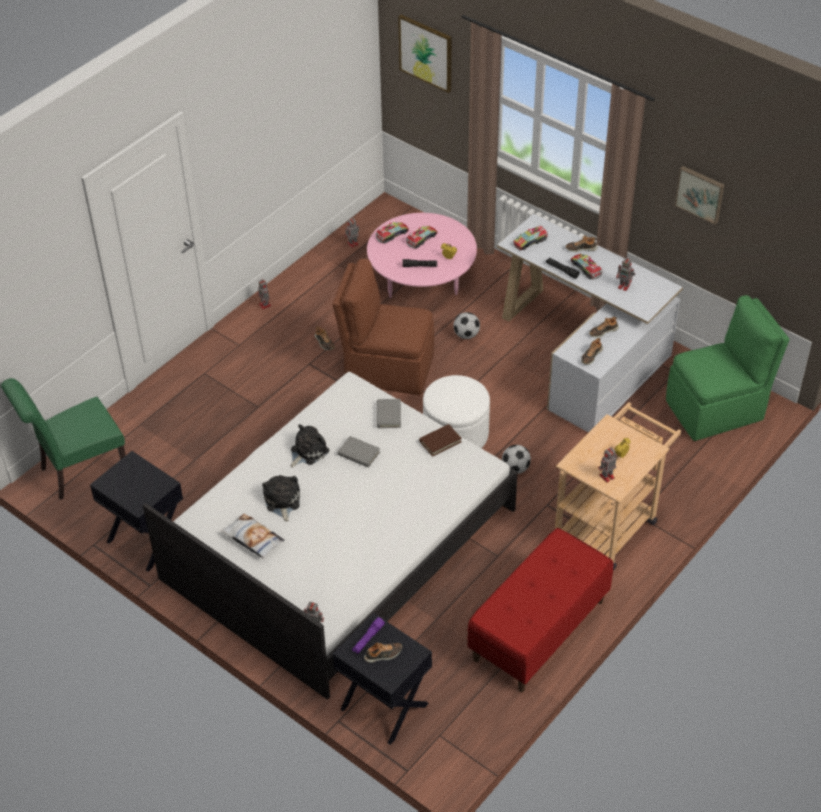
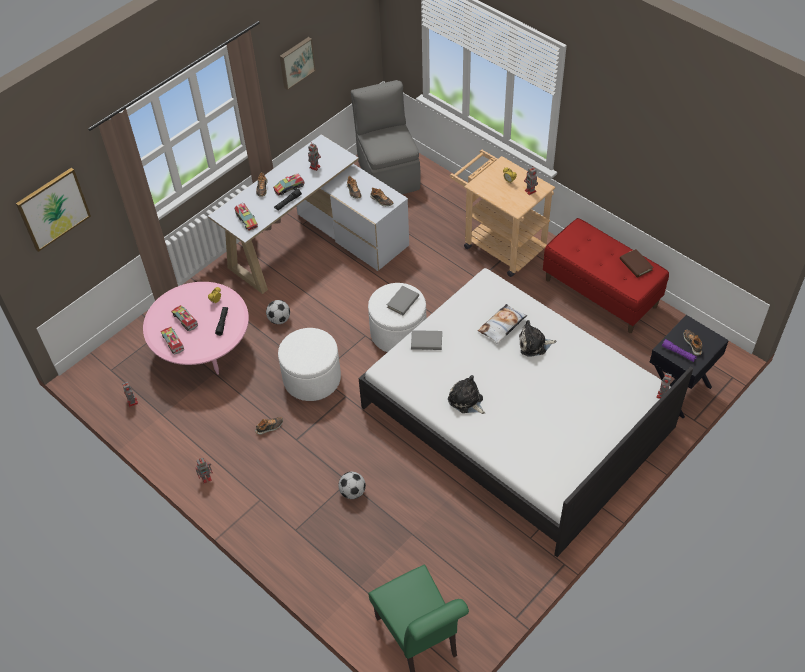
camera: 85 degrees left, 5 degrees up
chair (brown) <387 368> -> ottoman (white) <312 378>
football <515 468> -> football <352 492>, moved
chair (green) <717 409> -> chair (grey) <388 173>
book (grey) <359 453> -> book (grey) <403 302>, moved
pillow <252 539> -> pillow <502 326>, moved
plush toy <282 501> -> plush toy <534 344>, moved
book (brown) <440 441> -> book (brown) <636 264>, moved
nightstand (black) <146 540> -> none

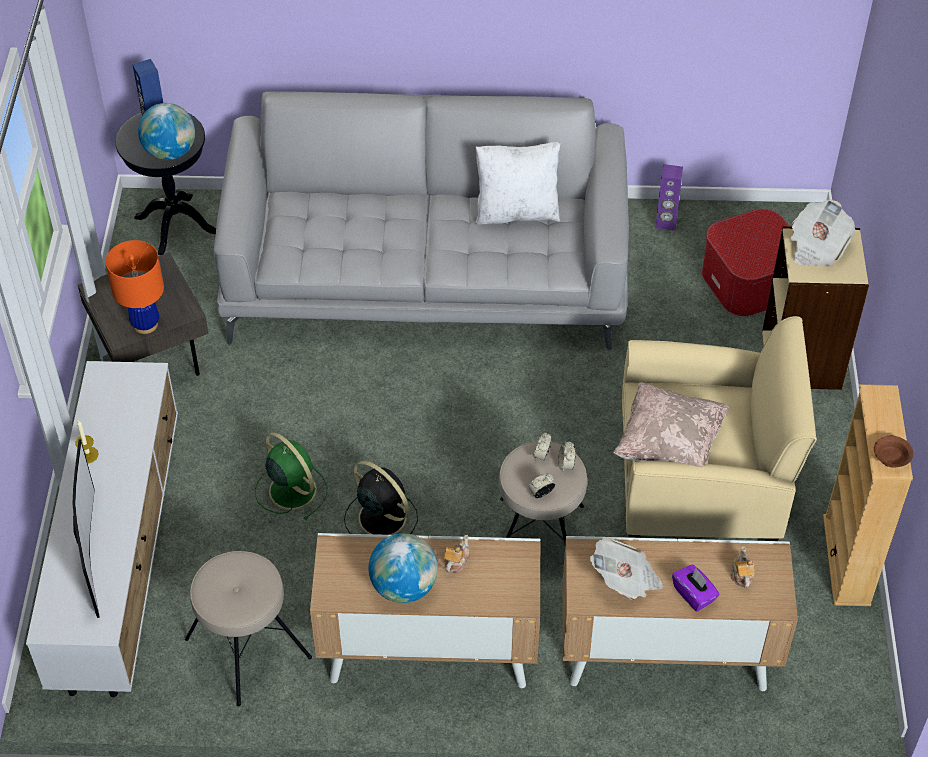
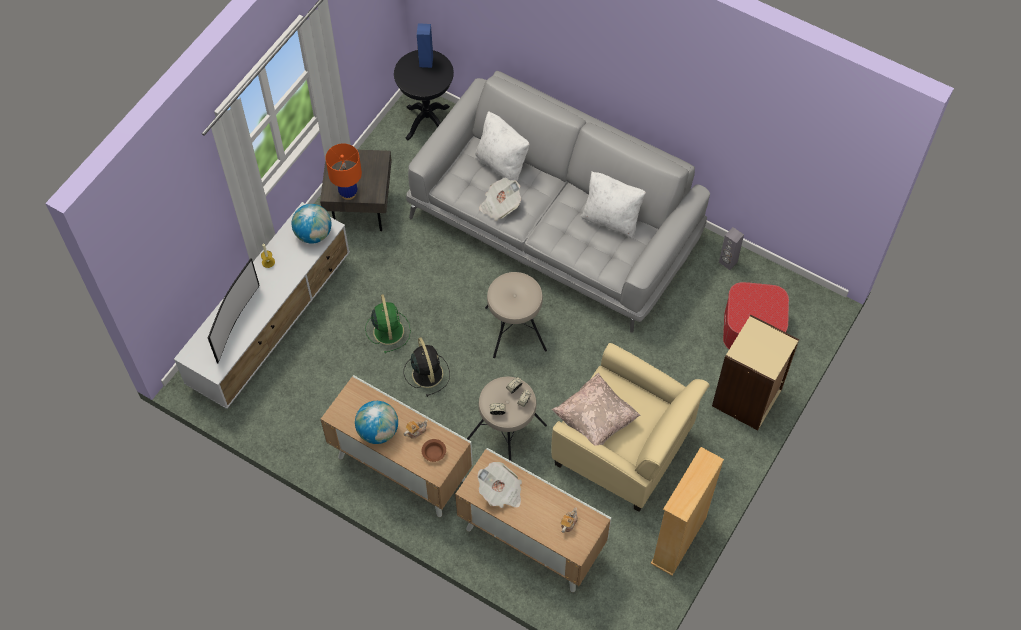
camera: 30 degrees right, 10 degrees up
globe <170 152> -> globe <313 234>, moved
bowl (brown) <891 457> -> bowl (brown) <434 452>, moved
none -> pillow (white) <502 164>
newspaper <817 247> -> newspaper <500 205>, moved
stool (beige) <247 649> -> stool (beige) <514 329>, moved
speaker (purple) <666 223> -> speaker (grey) <728 262>
tissue box (purple) <694 595> -> none

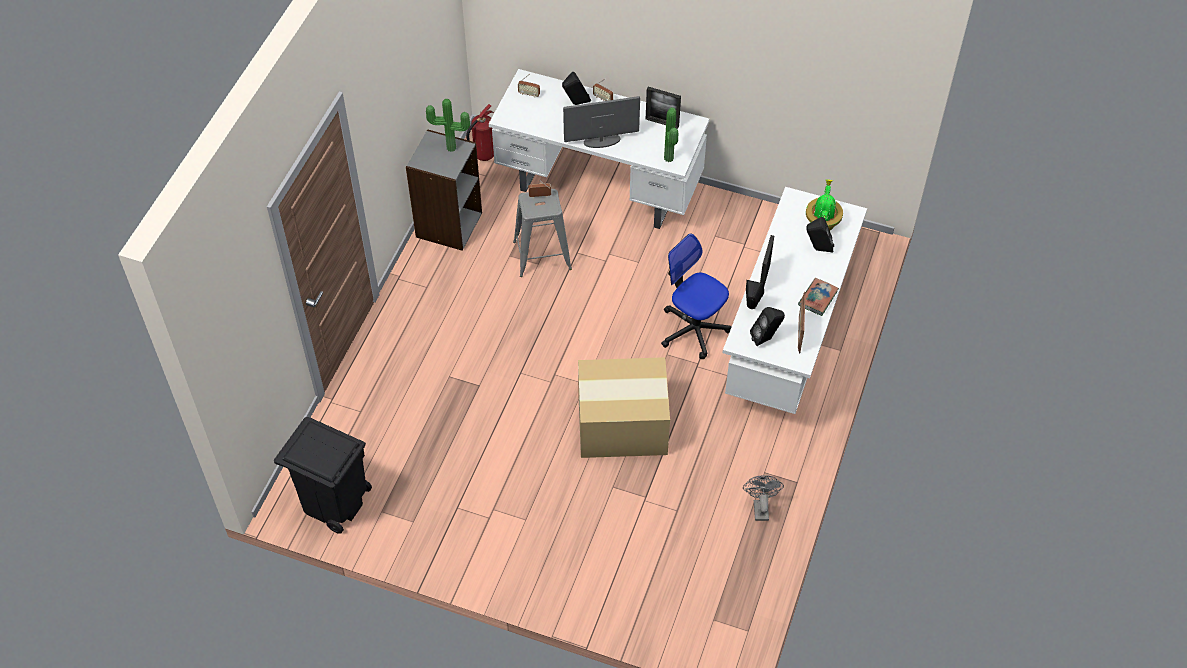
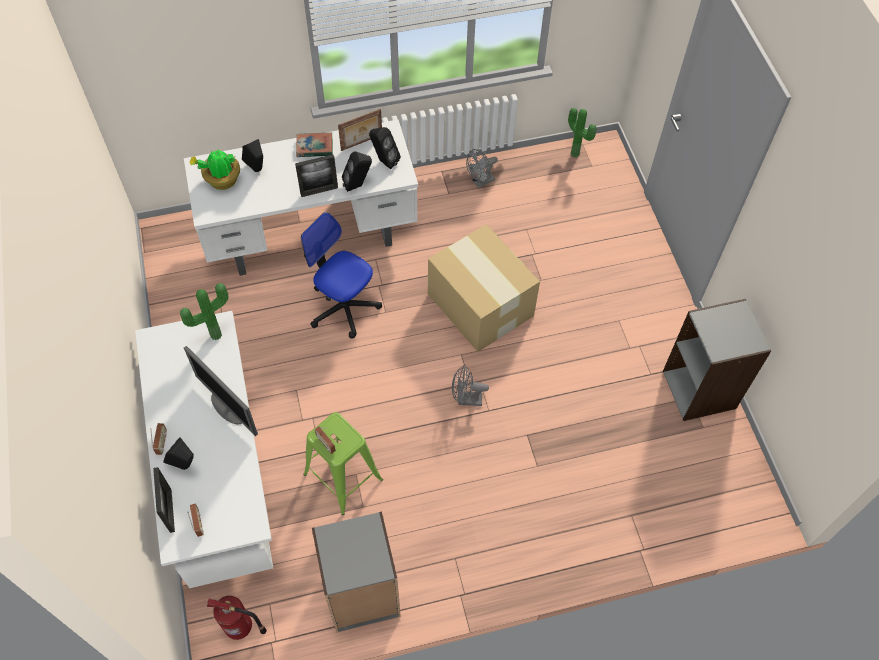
camera: 125 degrees left, 5 degrees up
picture frame <662 122> -> picture frame <170 510>, moved
office chair <693 329> -> office chair <344 307>, 120 degrees clockwise
stool (grey) <542 255> -> stool (green) <342 476>
none -> fan (grey) <466 400>
potted plant <451 149> -> potted plant <576 153>, moved
none -> bookcase (grey) <700 389>
trash can (black) <334 502> -> none

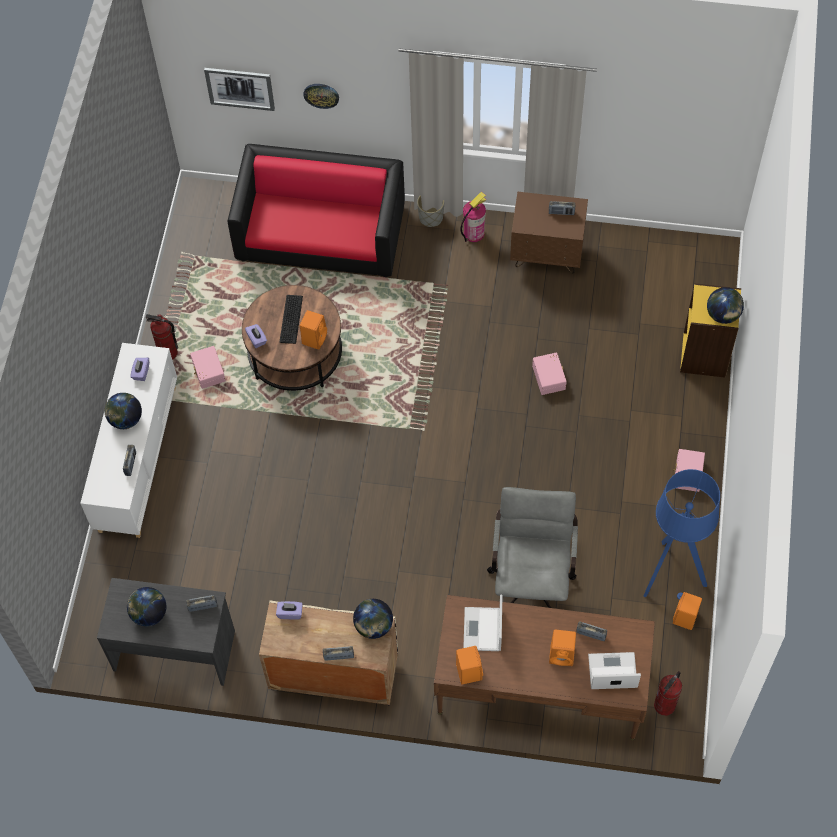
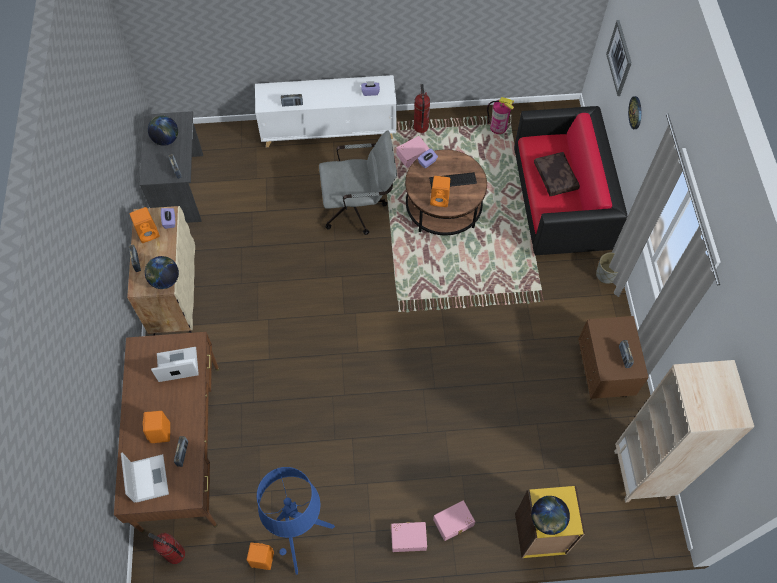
camera: 75 degrees right, 0 degrees up
speaker (orange) <468 670> -> speaker (orange) <149 233>, moved
office chair (grey) <532 578> -> office chair (grey) <359 208>, moved
storage box (pink) <549 377> -> storage box (pink) <454 523>, moved
fire extinguisher <473 233> -> fire extinguisher <498 128>, moved
none -> pillow (brown) <556 177>
none -> bookcase (beige) <641 474>
globe <126 419> -> none

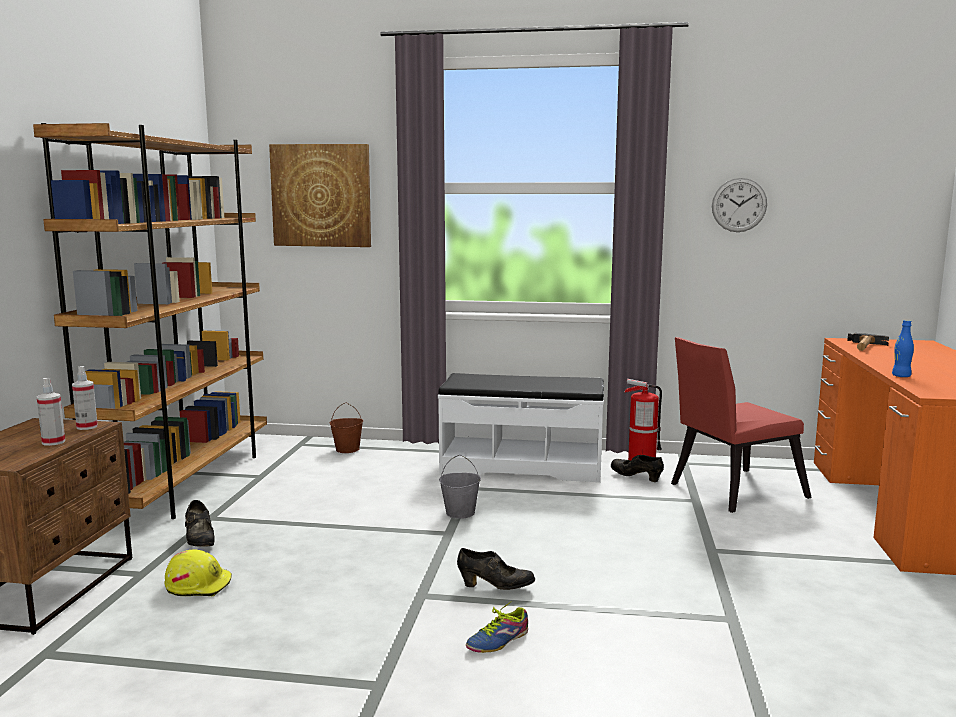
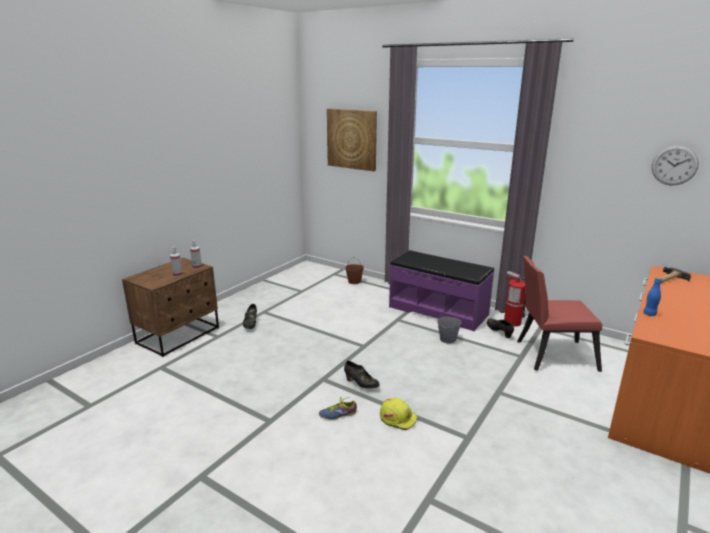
camera: 25 degrees right, 10 degrees up
hard hat (yellow) <199 585> -> hard hat (yellow) <398 418>, moved
bench (white) <522 466> -> bench (purple) <438 310>
bucket (grey) <460 513> -> bucket (grey) <448 339>, moved
wall clock <739 205> -> wall clock <674 165>, moved
bookcase (brown) <186 482> -> none

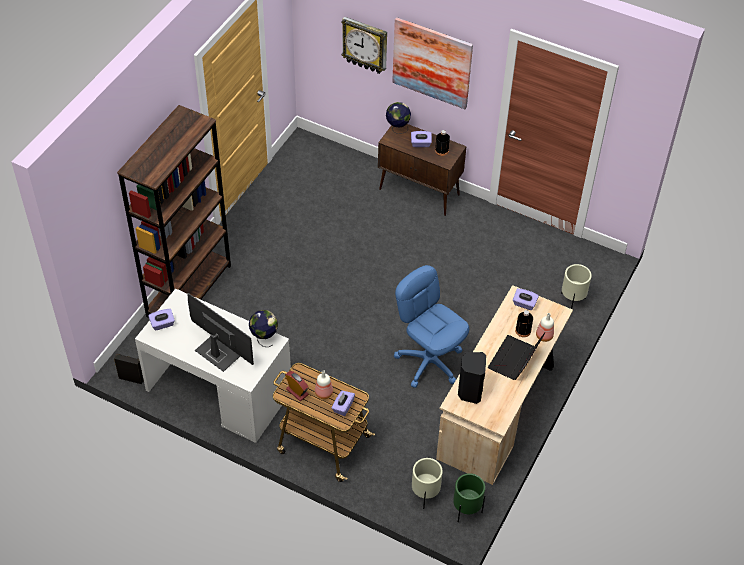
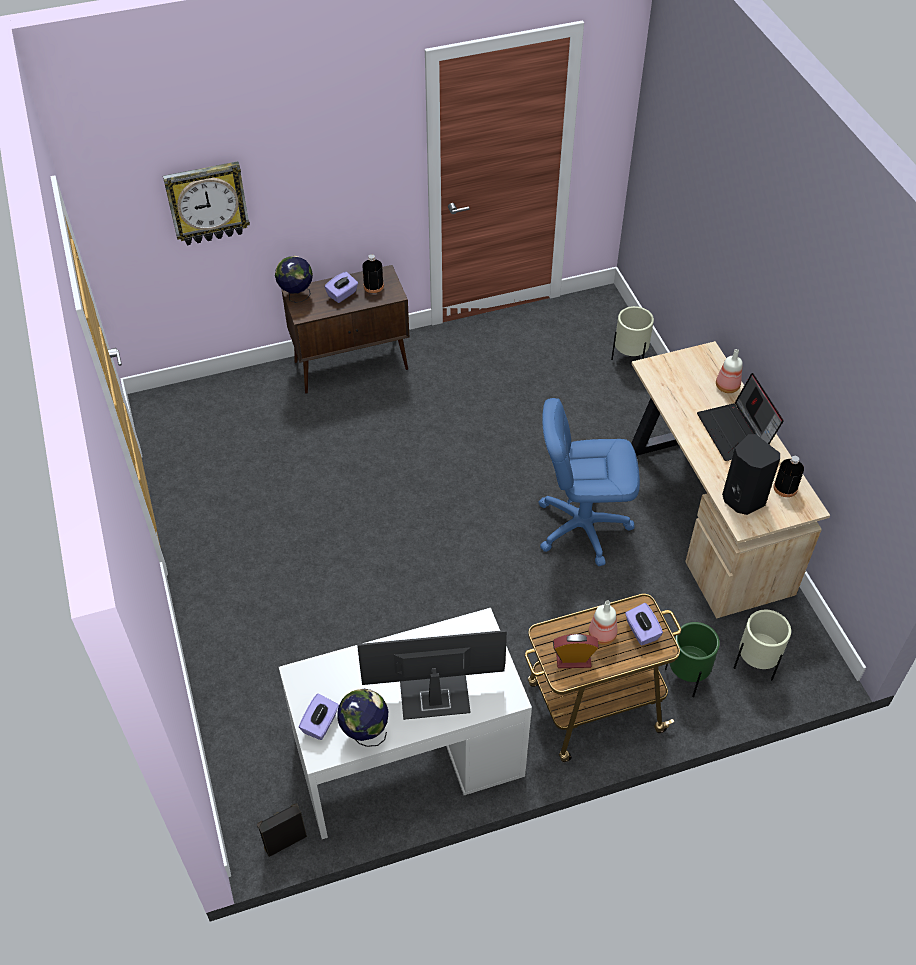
camera: 45 degrees left, 0 degrees up
globe <264 338> -> globe <365 733>, moved
planter (green) <466 511> -> planter (green) <686 677>, moved
bottle (black) <523 330> -> bottle (black) <785 488>, moved
bookcase (brown) <189 290> -> none
picture <432 62> -> none
tissue box (purple) <524 304> -> none

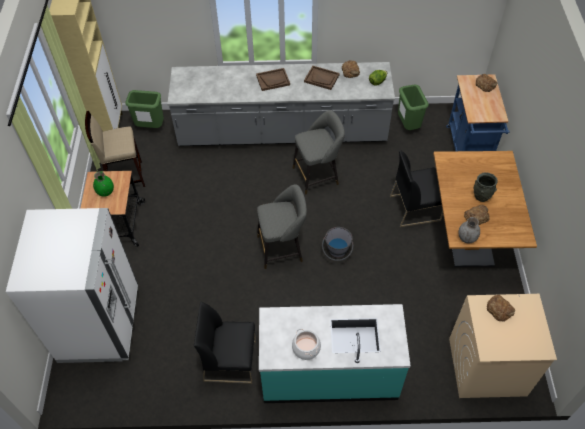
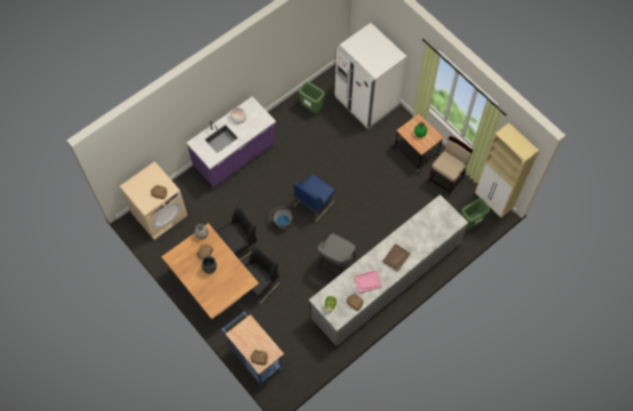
camera: 140 degrees right, 10 degrees up
counter (turquoise) <329 373> -> counter (purple) <235 157>
chair (black) <230 360> -> chair (black) <238 245>, moved
stool (grey) <282 248> -> chair (blue) <314 203>
trash can (green) <407 125> -> trash can (green) <312 108>, moved
tray (brown) <321 78> -> tray (pink) <367 282>

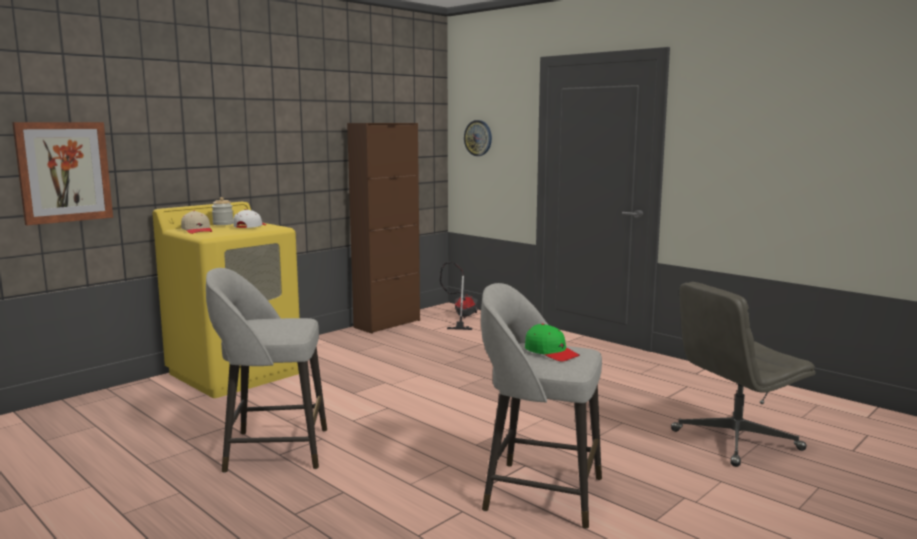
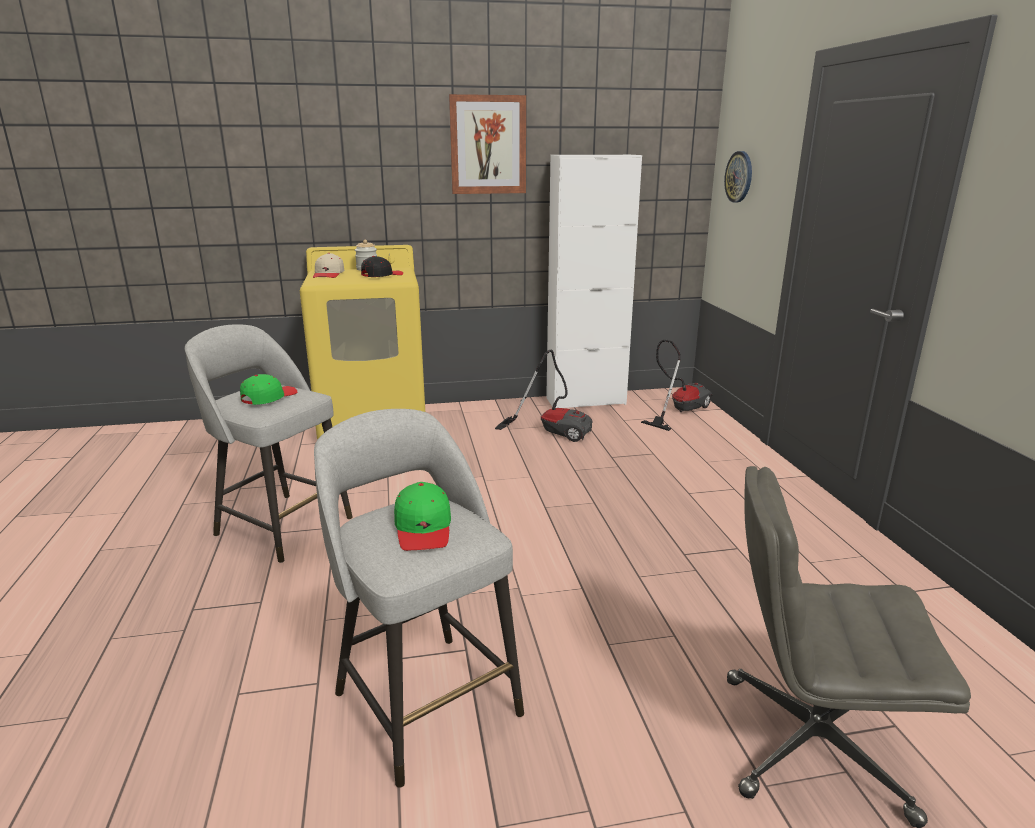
camera: 35 degrees right, 10 degrees up
none -> cap (green) <268 397>
cap (white) <250 227> -> cap (black) <381 275>
picture <64 172> -> picture <488 145>, moved
none -> vacuum cleaner <553 430>
cabinet (brown) <387 324> -> cabinet (white) <585 401>

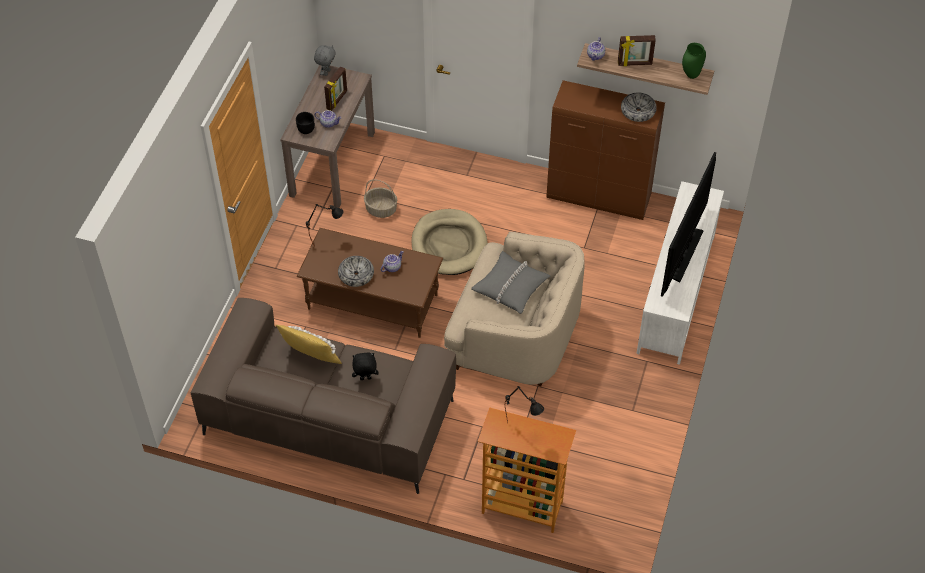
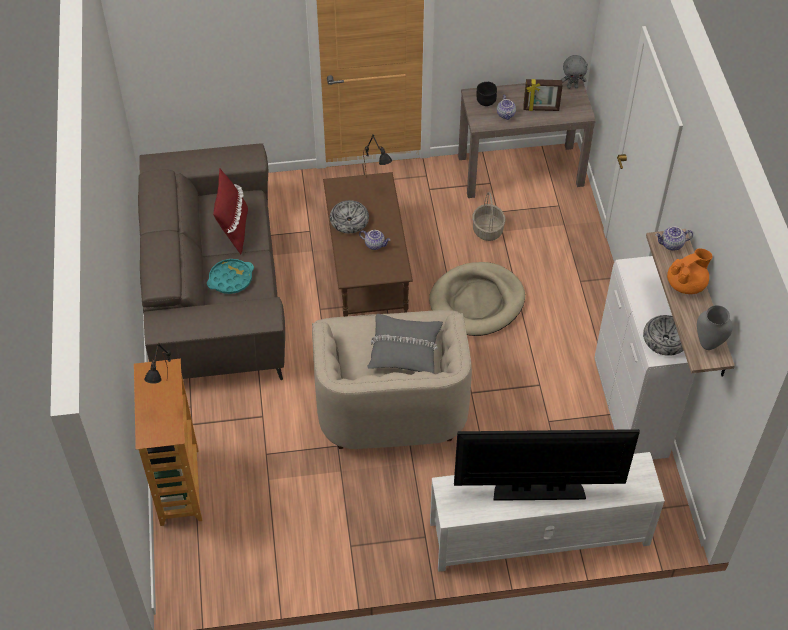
camera: 65 degrees right, 0 degrees up
plush toy (black) <365 379> -> tray (turquoise) <230 279>
pillow (yellow) <310 360> -> pillow (red) <233 230>
cabinet (brown) <599 197> -> cabinet (white) <630 410>
picture frame <634 64> -> teapot (orange) <686 284>
vase (green) <691 75> -> vase (grey) <709 344>

